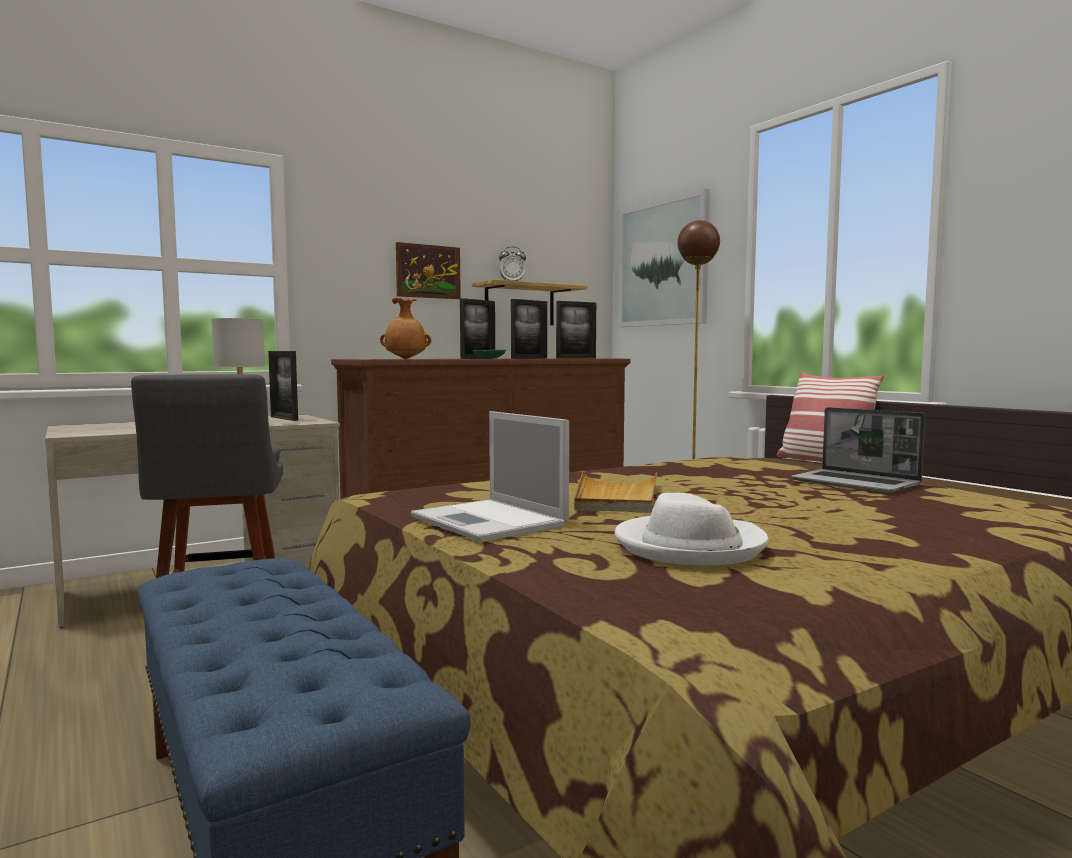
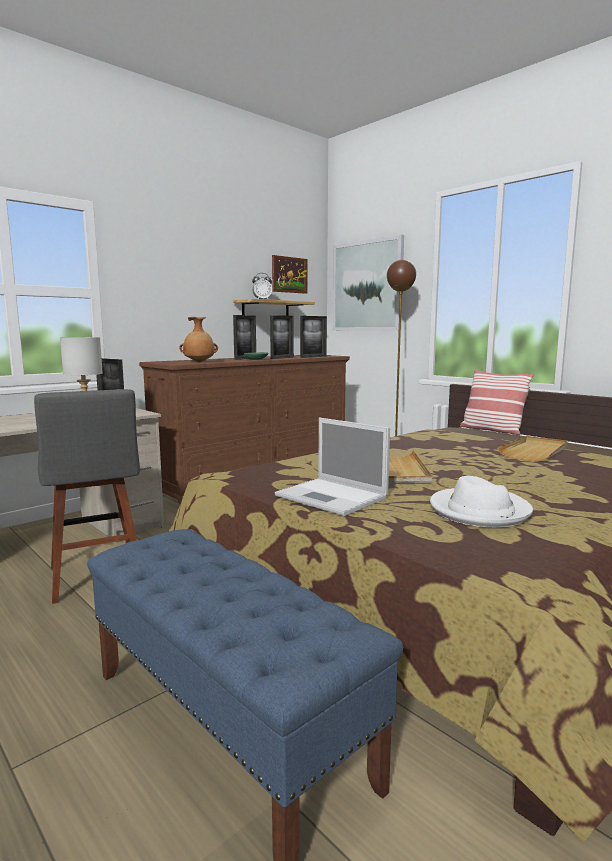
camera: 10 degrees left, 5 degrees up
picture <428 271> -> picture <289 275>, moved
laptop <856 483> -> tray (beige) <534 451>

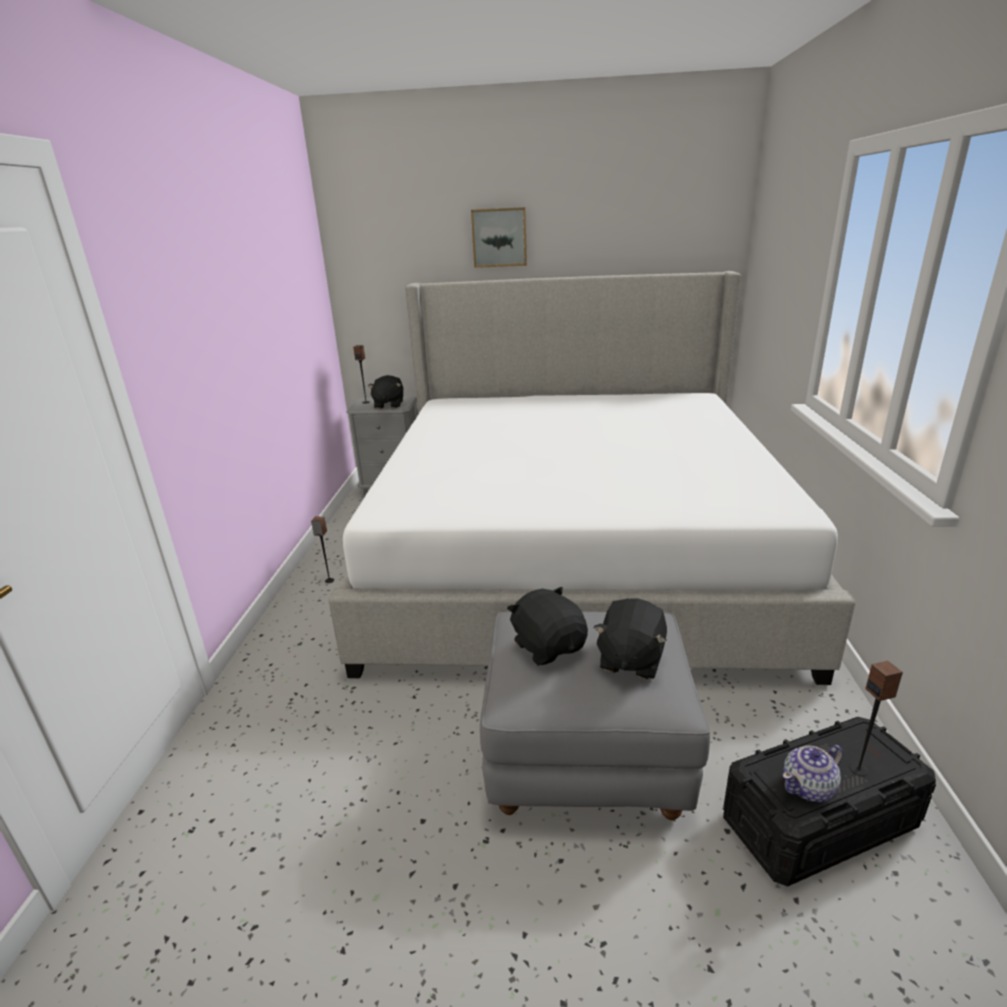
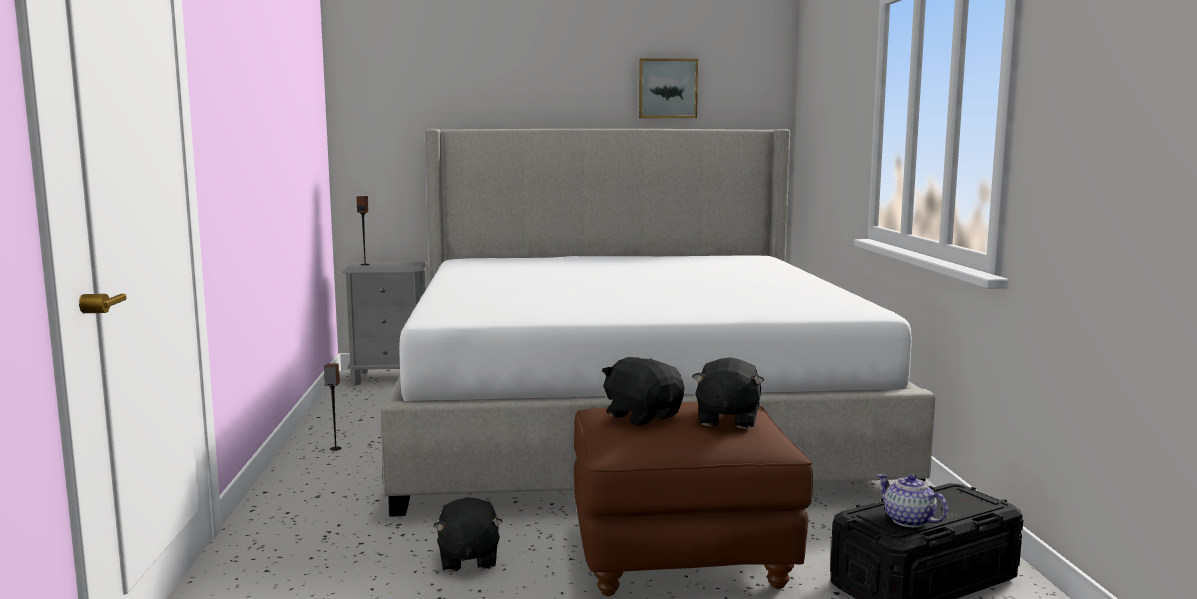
camera: 10 degrees left, 15 degrees down
plush toy (black) <388 405> -> plush toy (black) <468 559>, moved
ottoman (grey) <587 756> -> ottoman (brown) <682 556>
picture <499 237> -> picture <667 88>, moved
teapot <809 787> -> teapot <909 521>, 90 degrees clockwise
speaker <859 769> -> none

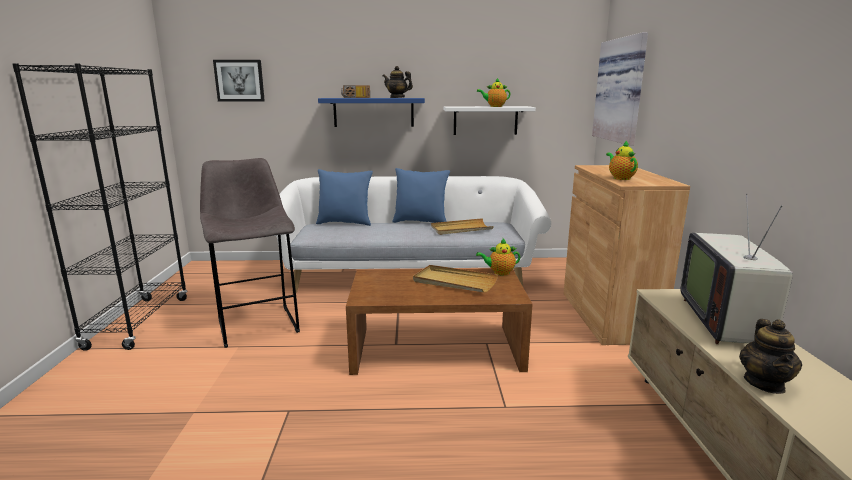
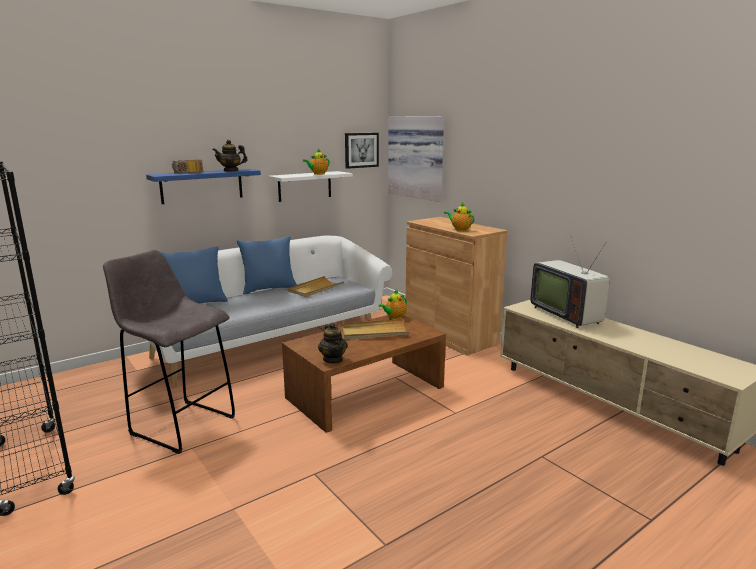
camera: 35 degrees left, 0 degrees up
teapot <764 383> -> teapot <333 359>, moved
picture <239 80> -> picture <361 150>, moved

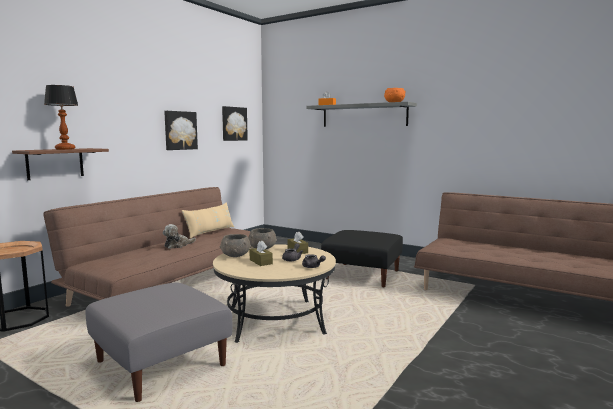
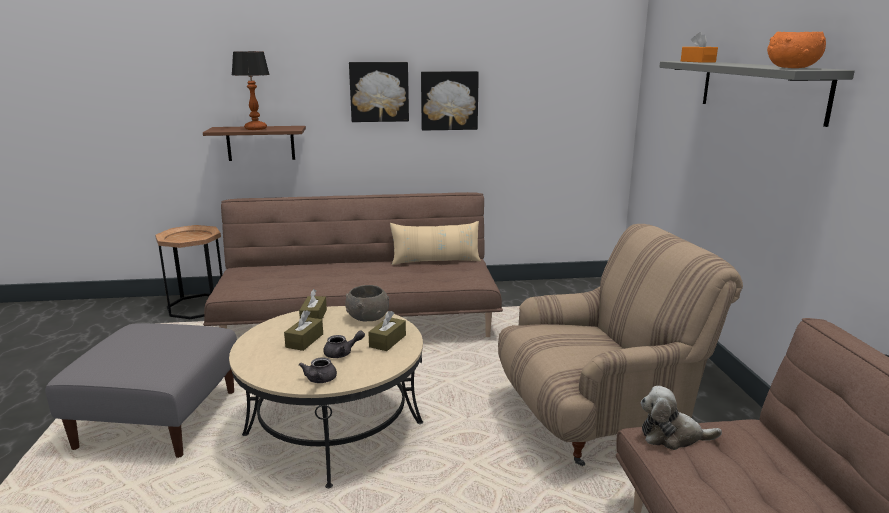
camera: 50 degrees right, 10 degrees up
bowl (grey) <235 255> -> tissue box (brown) <313 317>
picture <233 124> -> picture <379 91>, moved
ottoman (black) <363 275> -> armchair (beige) <597 420>
plush toy <177 245> -> plush toy <672 436>, moved

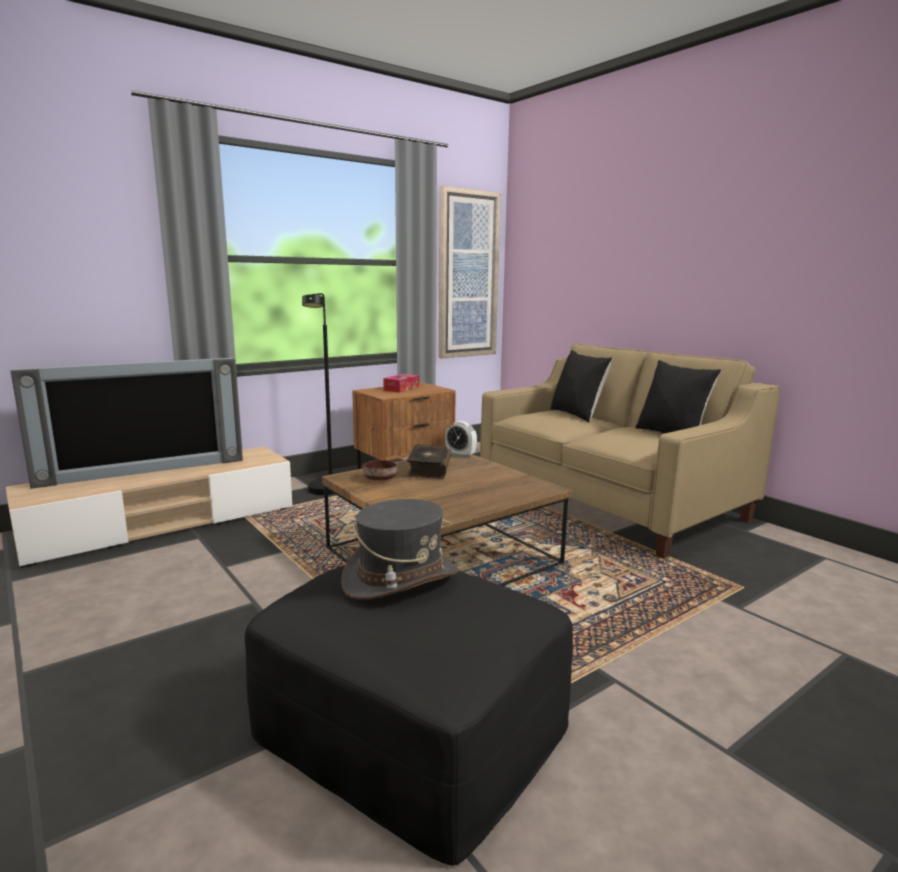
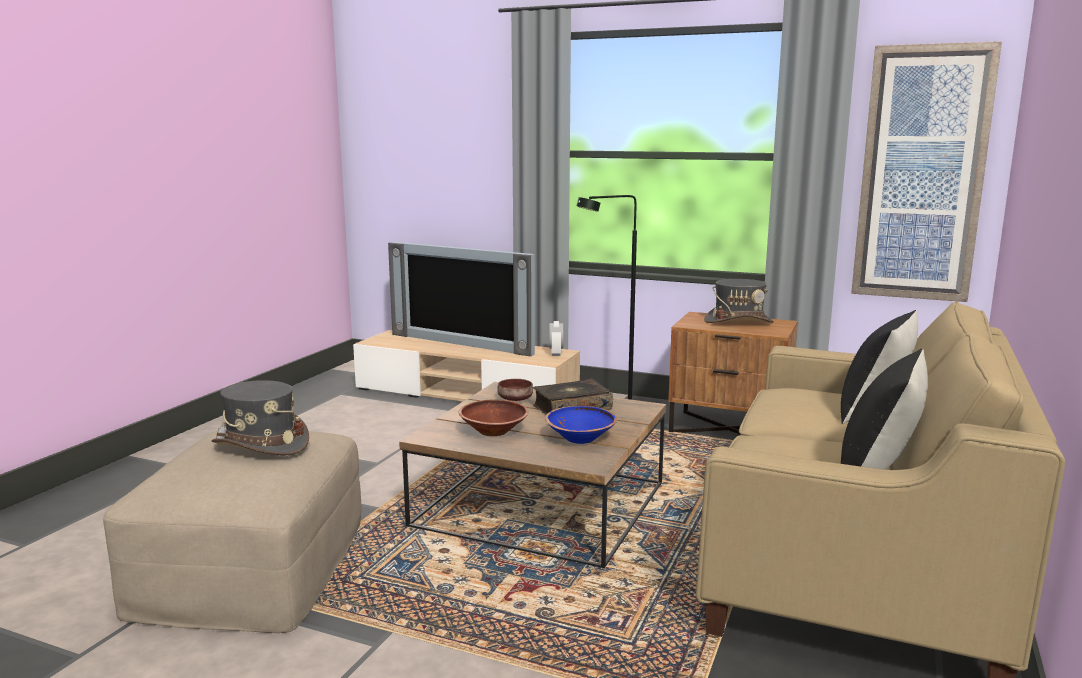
camera: 60 degrees right, 0 degrees up
ottoman (black) <410 728> -> ottoman (beige) <251 567>
none -> bowl (brown) <493 431>
none -> bowl (blue) <580 438>
alarm clock <460 455> -> alarm clock <556 353>, moved
tissue box <401 388> -> hat (grey) <738 321>

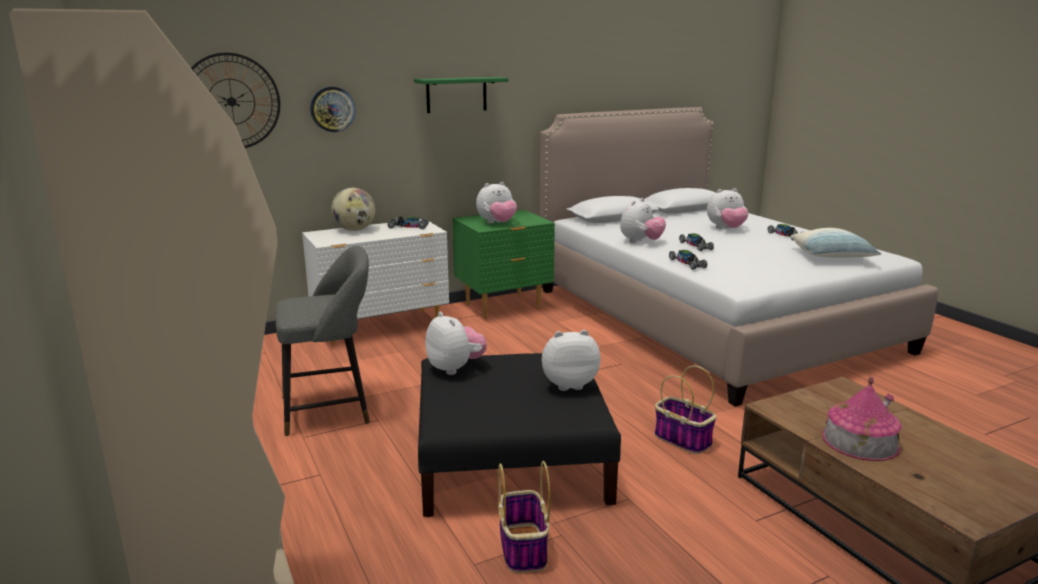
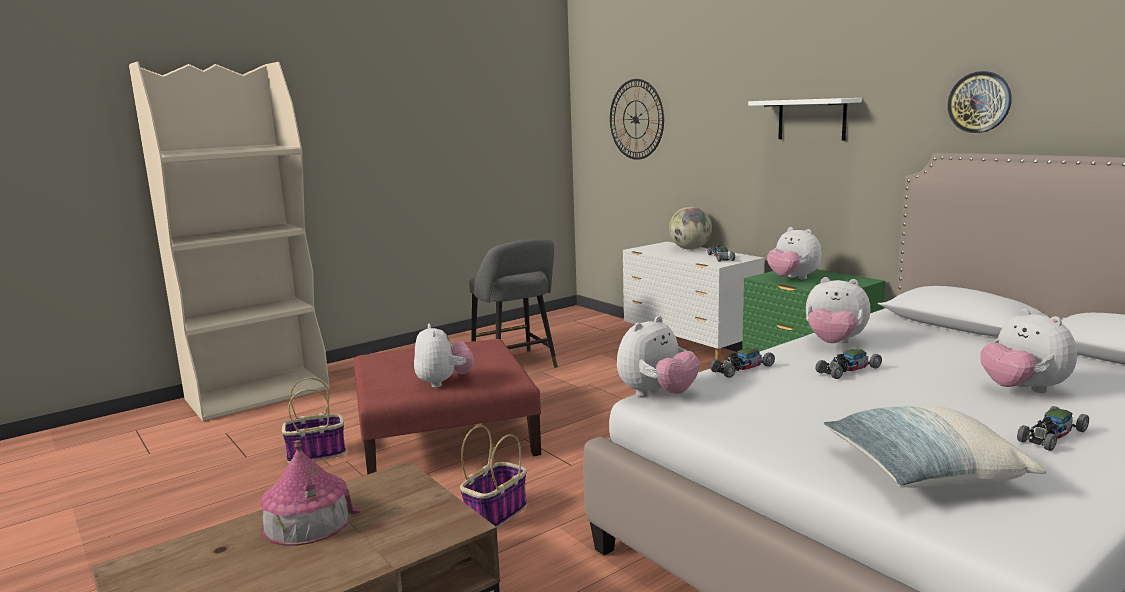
camera: 80 degrees right, 5 degrees down
ottoman (black) <510 459> -> ottoman (red) <446 435>
plush toy <455 368> -> plush toy <656 395>, moved
shelf (green) <456 94> -> shelf (white) <811 119>
wall clock <332 109> -> wall clock <979 102>, moved

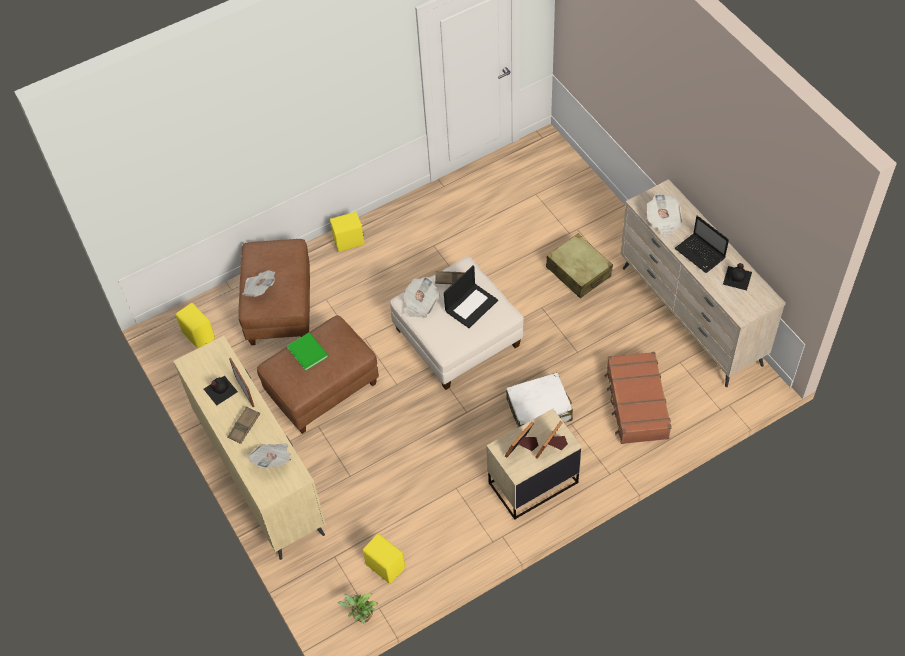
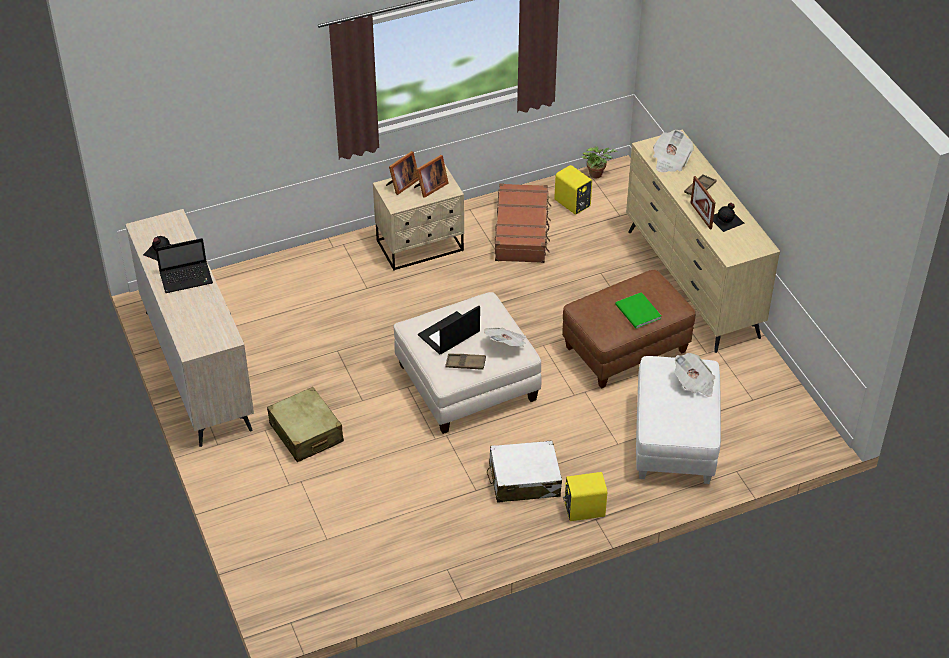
camera: 175 degrees left, 10 degrees down
laptop <700 254> -> laptop <187 278>, 105 degrees clockwise
suitcase (white) <539 410> -> suitcase (white) <524 480>, moved
suitcase (brown) <636 404> -> suitcase (brown) <522 231>, moved
ottoman (brown) <281 308> -> ottoman (white) <673 440>
speaker (yellow) <199 335> -> none
newspaper <663 222> -> none

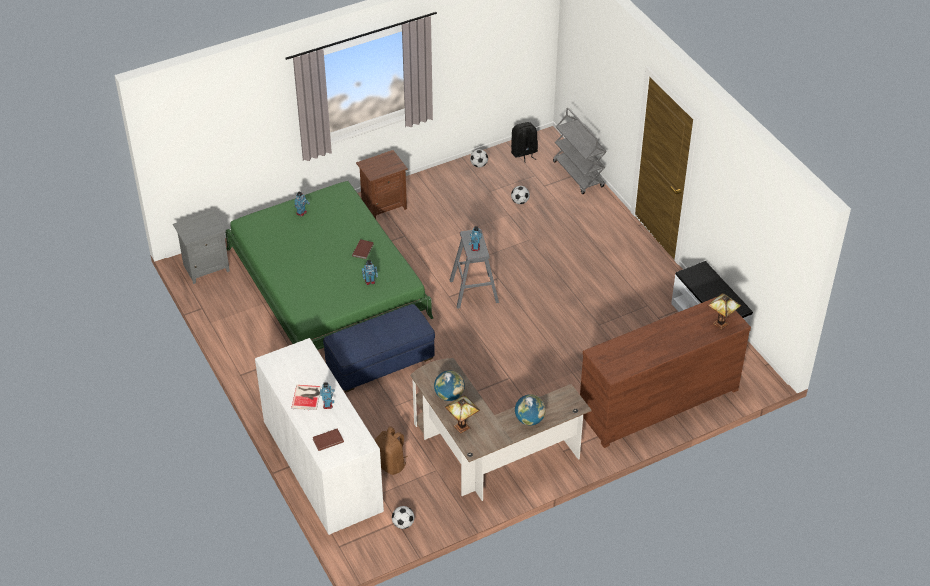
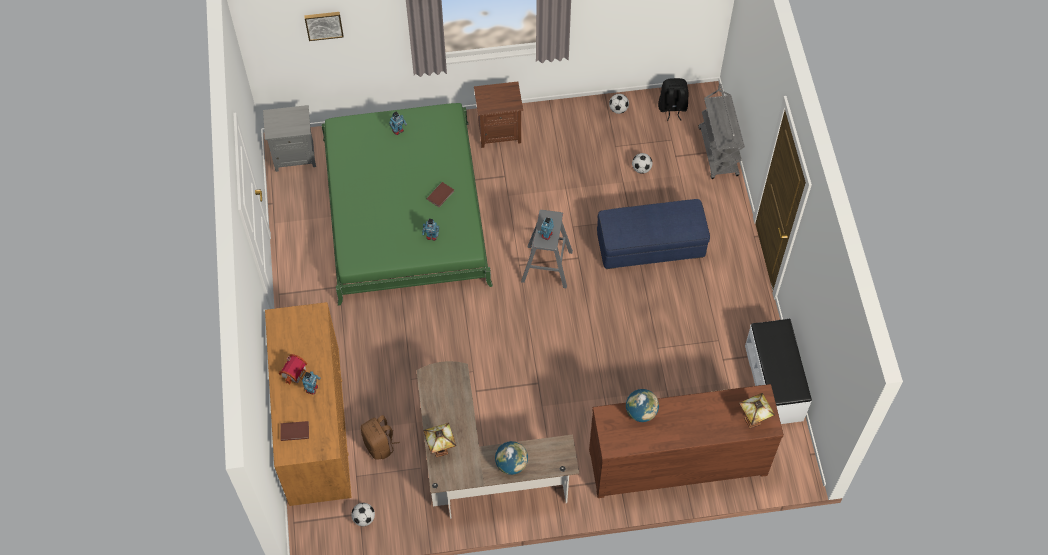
camera: 20 degrees right, 15 degrees up
dresser (white) <322 465> -> dresser (brown) <314 424>
book <307 397> -> toy house <296 373>
none -> picture <324 24>
ottoman (blue) <380 362> -> ottoman (blue) <650 245>, moved
globe <449 395> -> globe <641 412>, moved

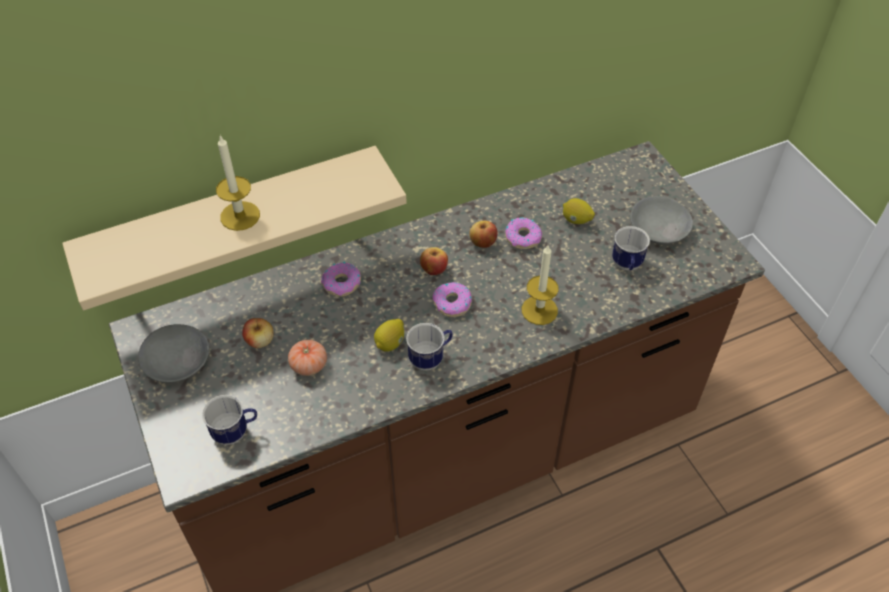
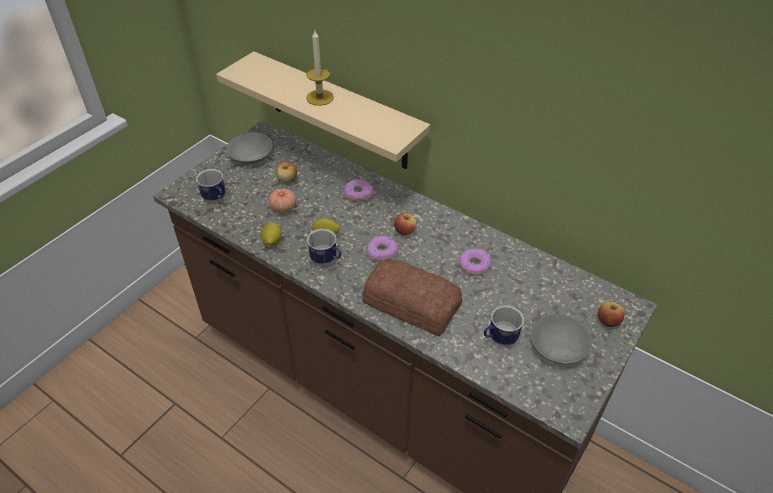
camera: 60 degrees right, 5 degrees down
lemon <576 220> -> lemon <272 242>, moved
candle <539 310> -> bread <411 302>
apple <483 242> -> apple <607 321>, moved

